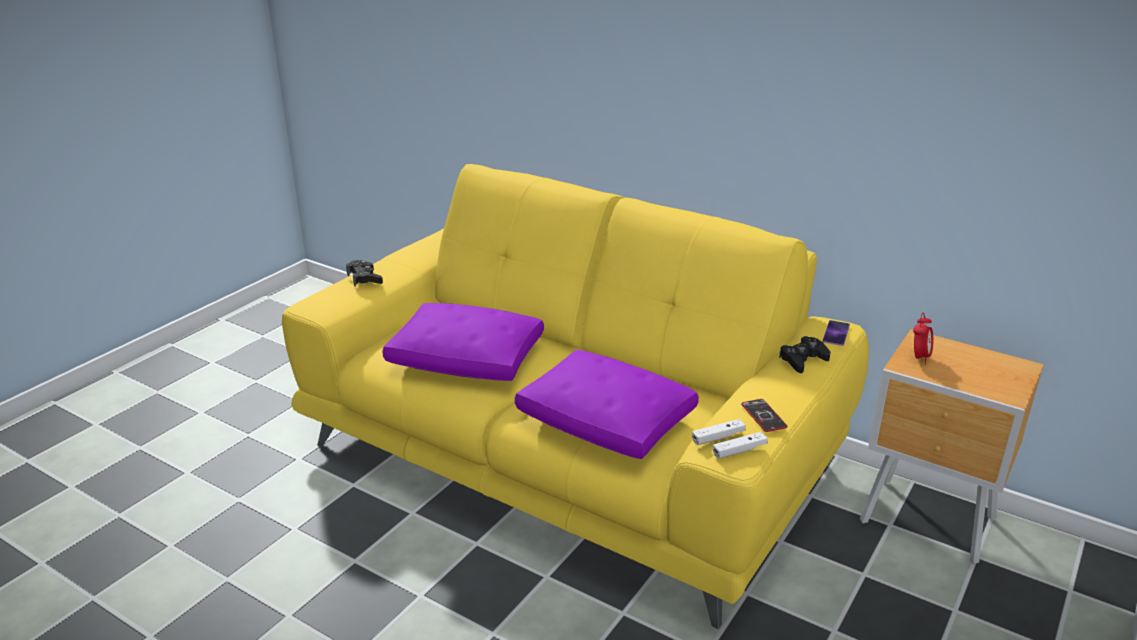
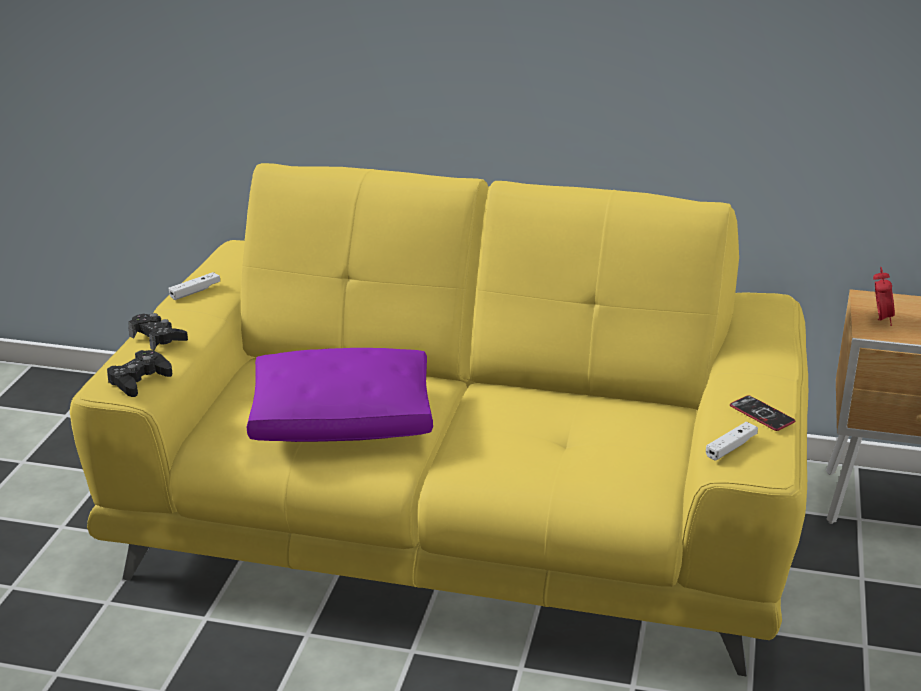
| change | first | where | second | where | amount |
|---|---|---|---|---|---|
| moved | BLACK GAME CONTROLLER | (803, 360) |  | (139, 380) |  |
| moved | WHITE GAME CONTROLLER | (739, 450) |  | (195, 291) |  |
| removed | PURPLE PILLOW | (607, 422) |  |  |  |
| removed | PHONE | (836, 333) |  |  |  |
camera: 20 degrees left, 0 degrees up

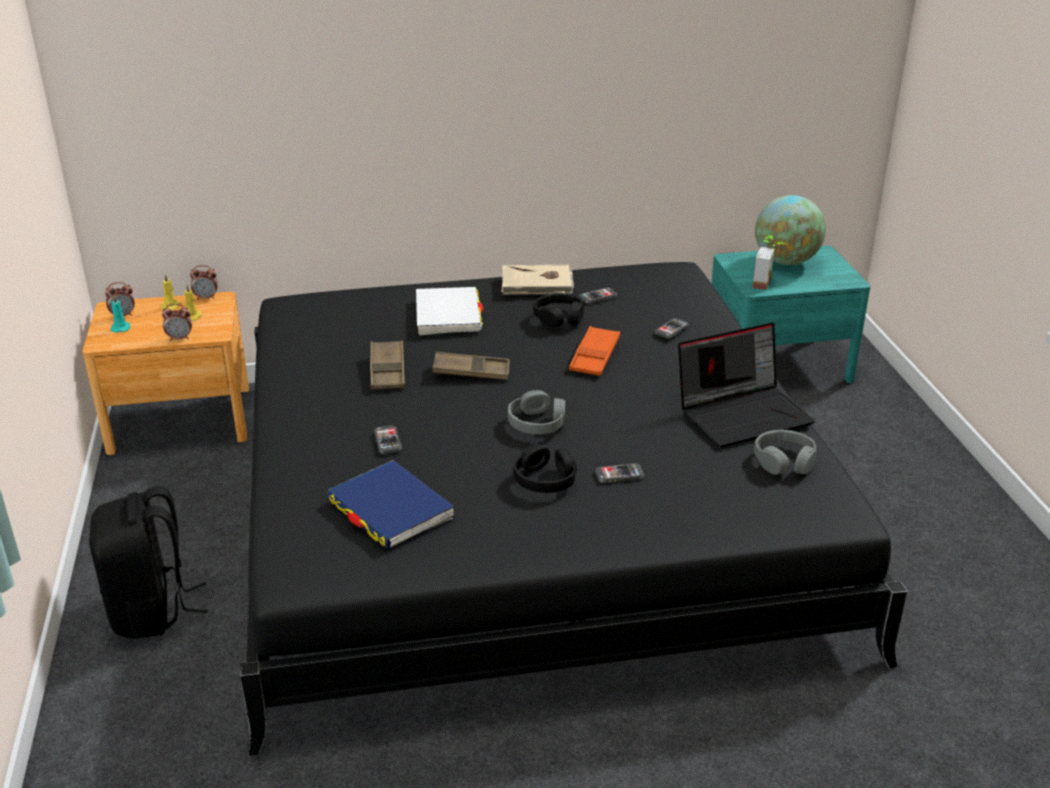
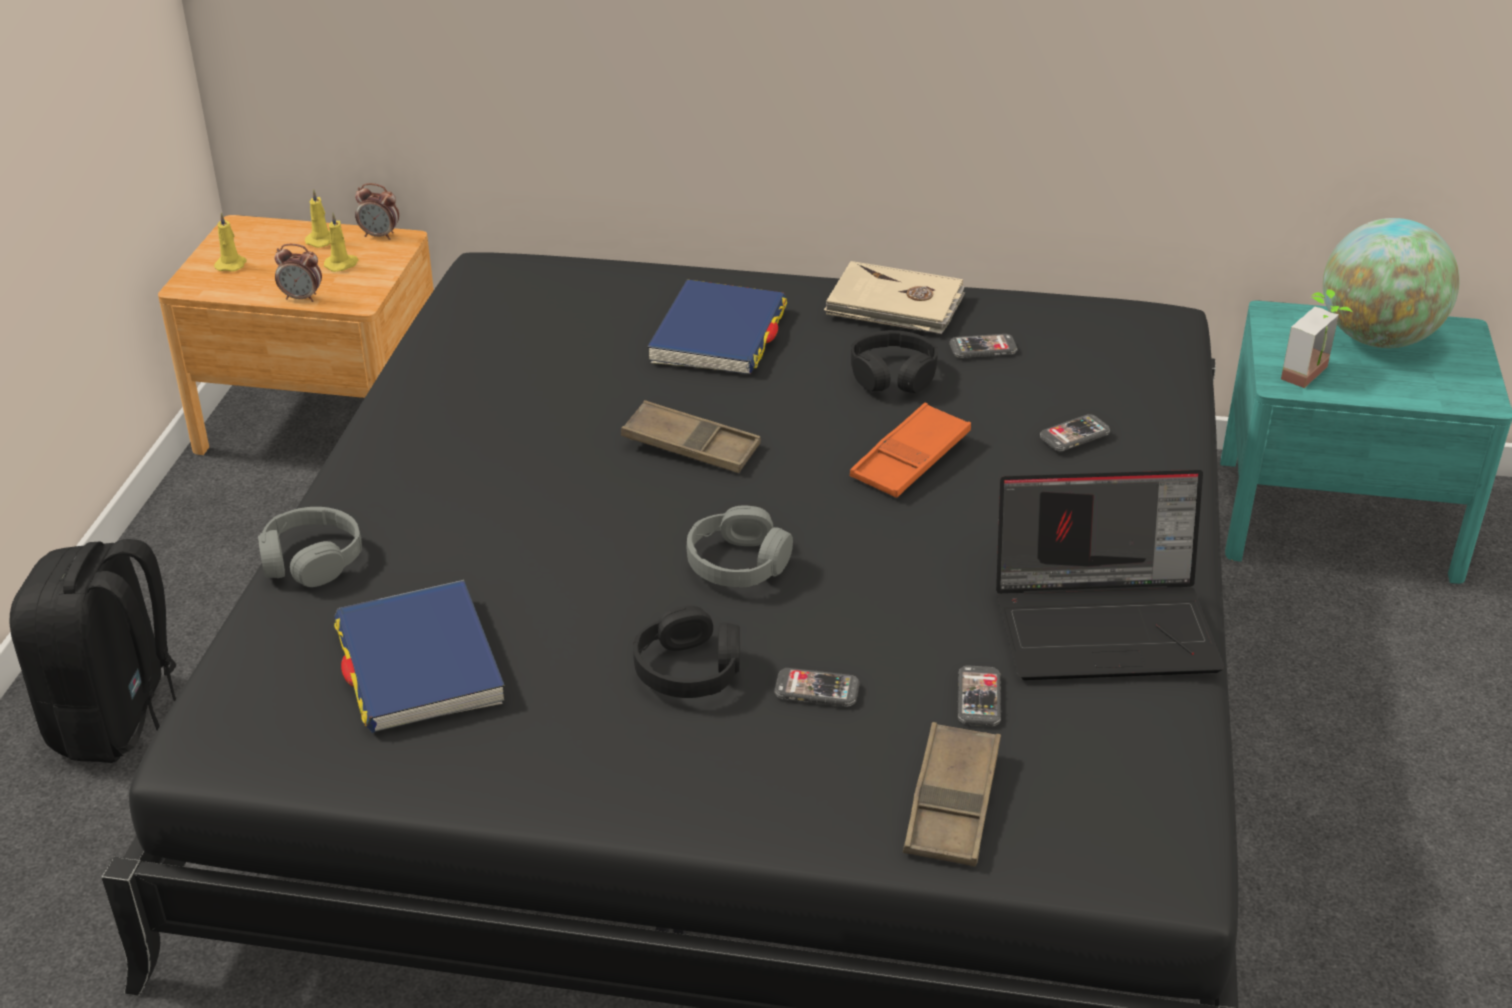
| change | first | where | second | where | amount |
|---|---|---|---|---|---|
| recoloured | TURQUOISE CANDLE | (121, 328) | YELLOW CANDLE | (231, 264) |  |
| moved | GREY HEADPHONES | (784, 461) |  | (311, 560) |  |
| recoloured | WHITE BOOK | (448, 315) | BLUE BOOK | (718, 335) |  |
| moved | BROWN TRAY | (387, 370) |  | (952, 803) |  |
| moved | PHONE | (388, 441) |  | (979, 698) |  |
| removed | ALARM CLOCK | (123, 315) |  |  |  |
camera: 20 degrees right, 5 degrees up

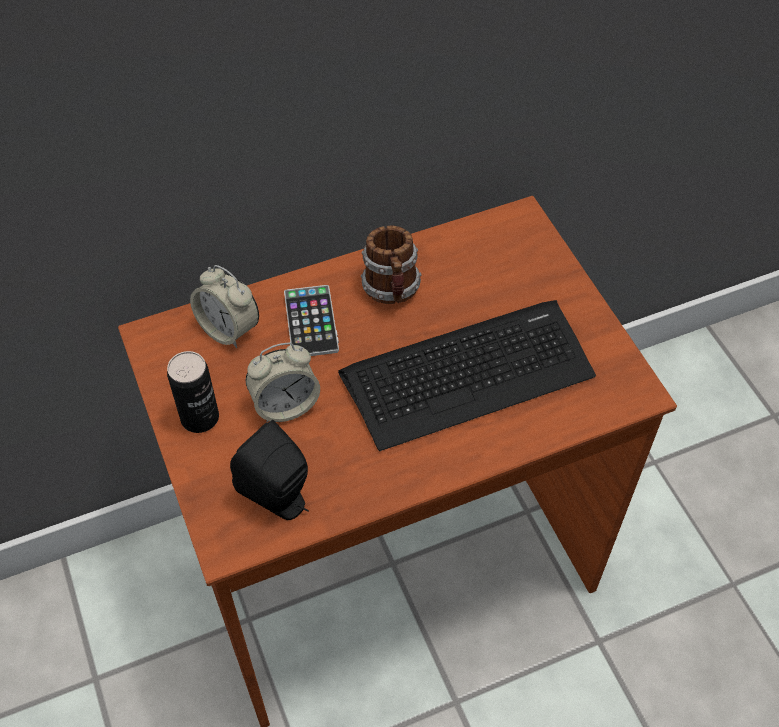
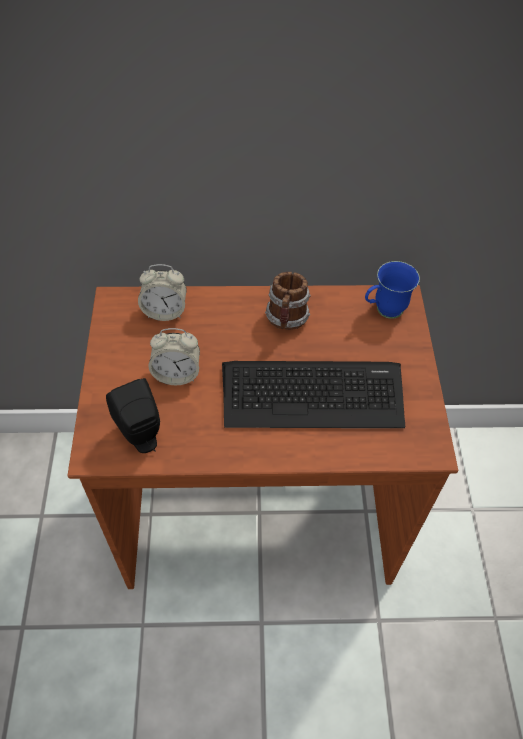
| change | first | where | second | where | amount |
|---|---|---|---|---|---|
| turned | ALARM CLOCK | (229, 329) |  | (165, 311) | 60 degrees counterclockwise |
| added |  |  | BLUE MUG | (383, 311) |  |
| removed | CAN | (200, 417) |  |  |  |
| removed | PHONE | (311, 322) |  |  |  |
camera: 20 degrees right, 0 degrees up

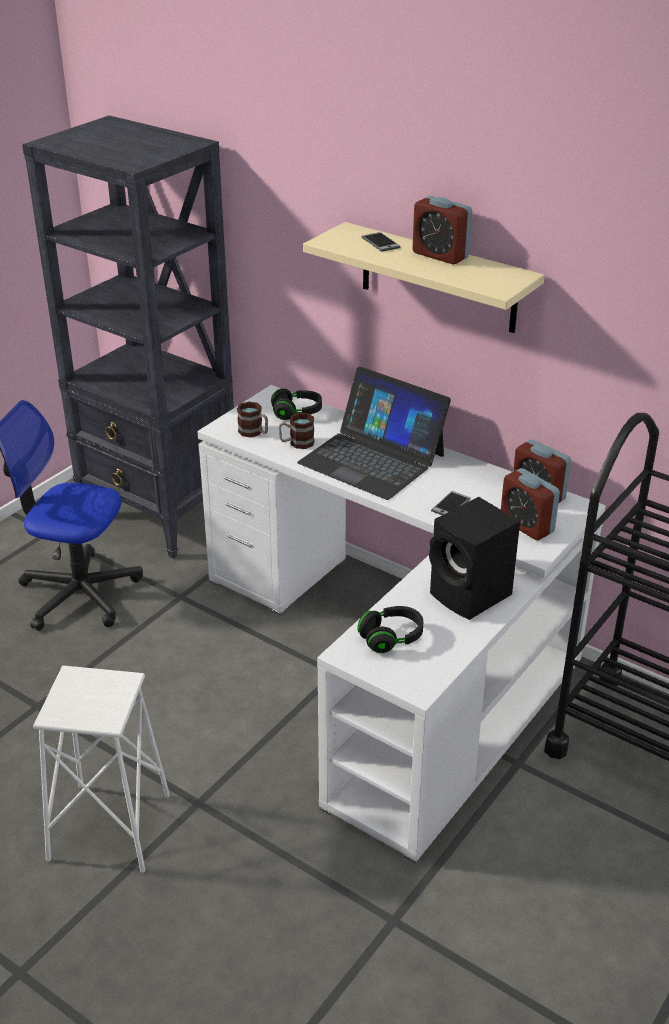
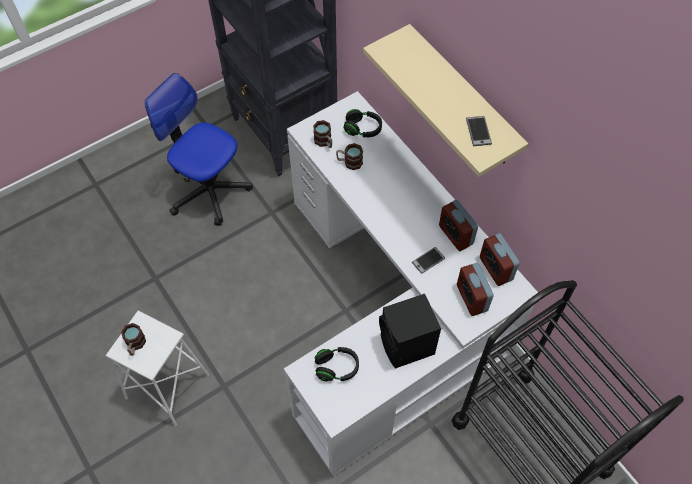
| change | first | where | second | where | amount |
|---|---|---|---|---|---|
| added |  |  | MUG | (135, 345) |  |
| moved | ALARM CLOCK | (440, 255) |  | (455, 235) |  |
| moved | PHONE | (380, 243) |  | (478, 131) |  |
| removed | LAPTOP | (372, 458) |  |  |  |
camera: 20 degrees right, 25 degrees up

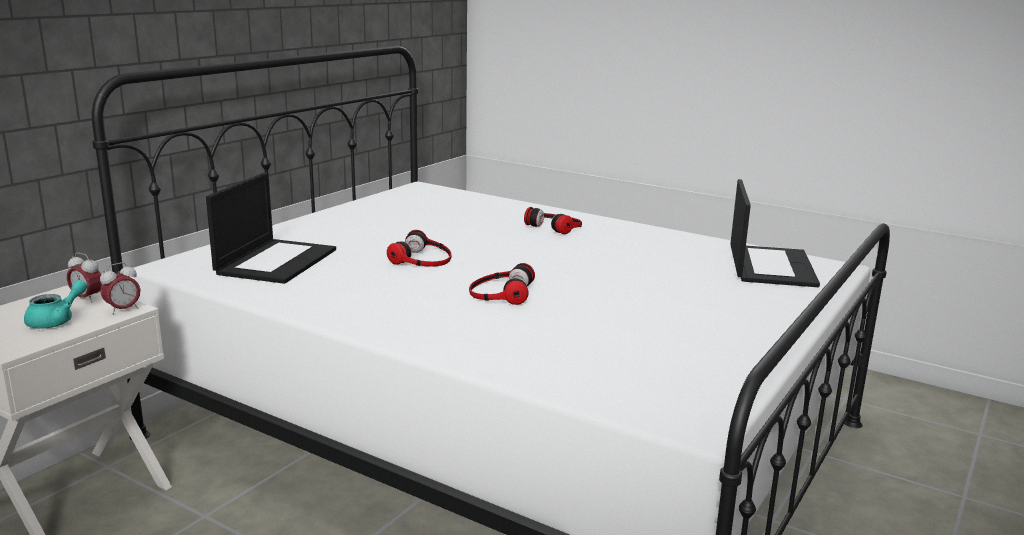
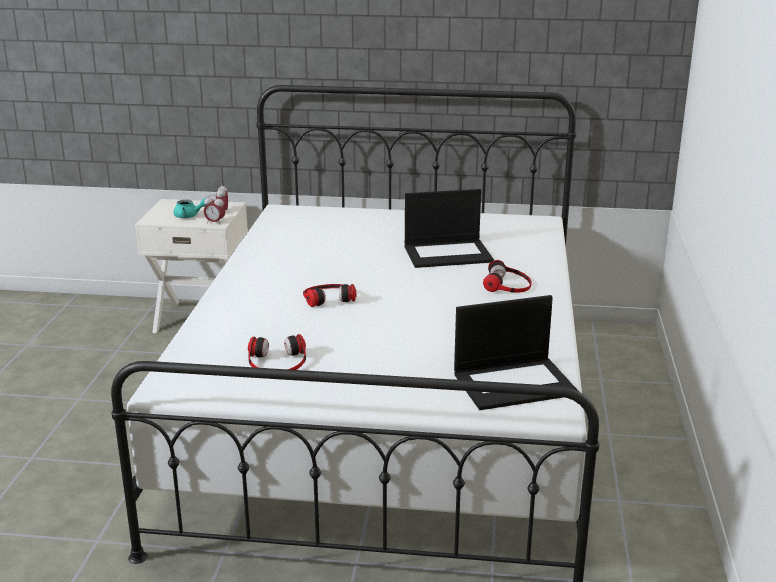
| change | first | where | second | where | amount |
|---|---|---|---|---|---|
| moved | HEADPHONES | (422, 259) |  | (277, 362) |  |
| moved | LAPTOP | (276, 261) |  | (448, 253) |  |
camera: 65 degrees right, 5 degrees up

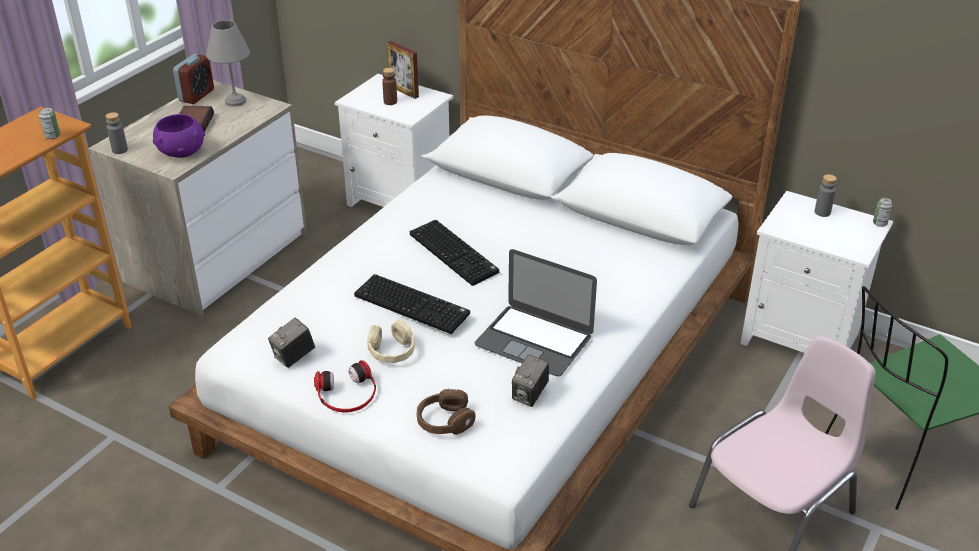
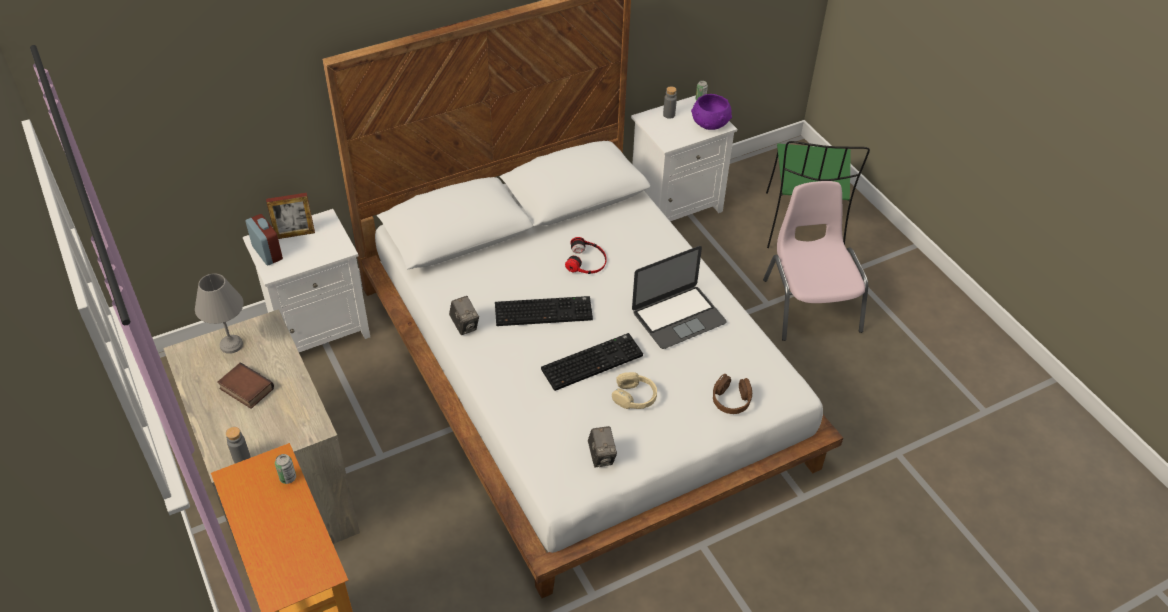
| change | first | where | second | where | amount |
|---|---|---|---|---|---|
| moved | ALARM CLOCK | (196, 95) |  | (267, 253) |  |
| moved | PHOTO CAMERA | (530, 395) |  | (464, 325) |  |
| moved | HEADPHONES | (347, 394) |  | (586, 261) |  |
| moved | PURPLE BOWL | (181, 151) |  | (709, 123) |  |
| removed | BROWN BOTTLE | (390, 102) |  |  |  |
camera: 60 degrees left, 10 degrees up

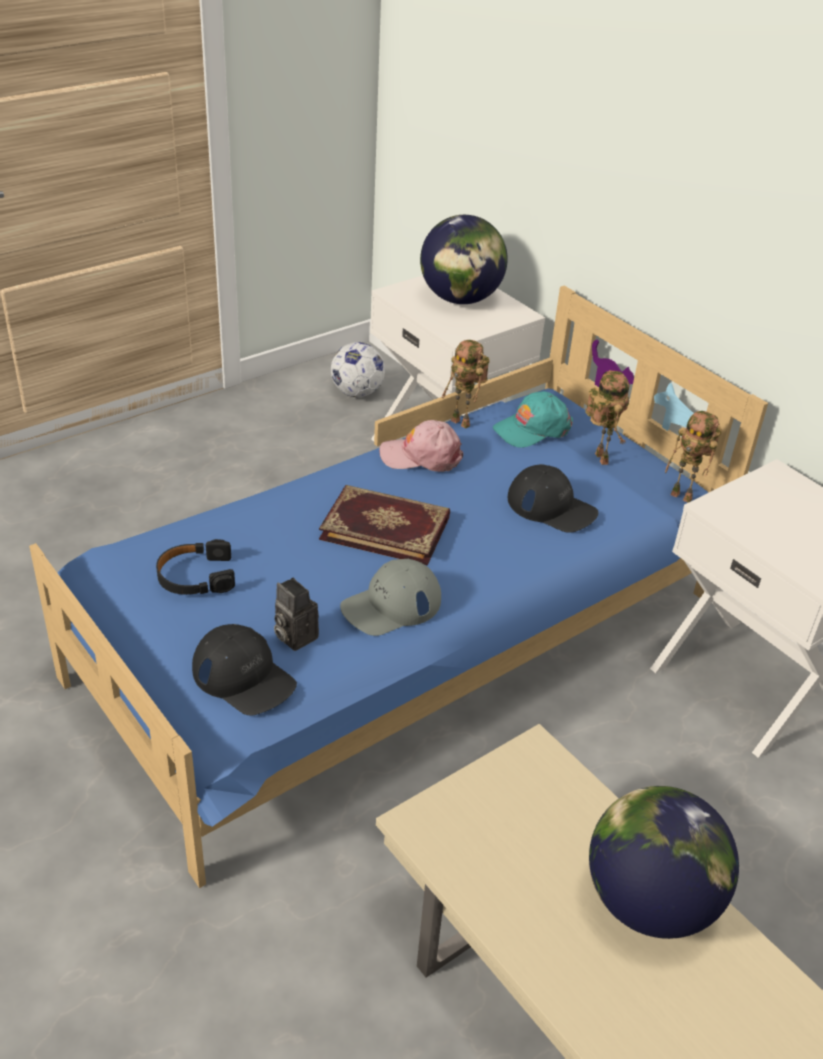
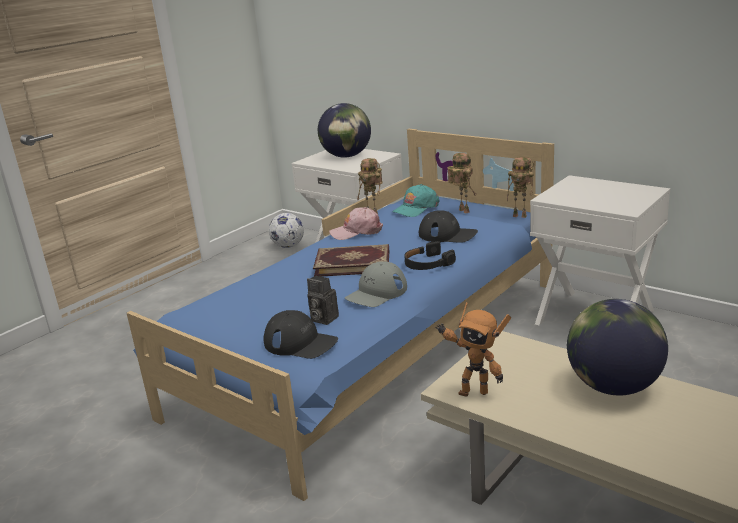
| change | first | where | second | where | amount |
|---|---|---|---|---|---|
| moved | BLACK HEADPHONES | (195, 577) |  | (427, 264) |  |
| added |  |  | TOY ROBOT | (473, 391) |  |
camera: 10 degrees left, 15 degrees down

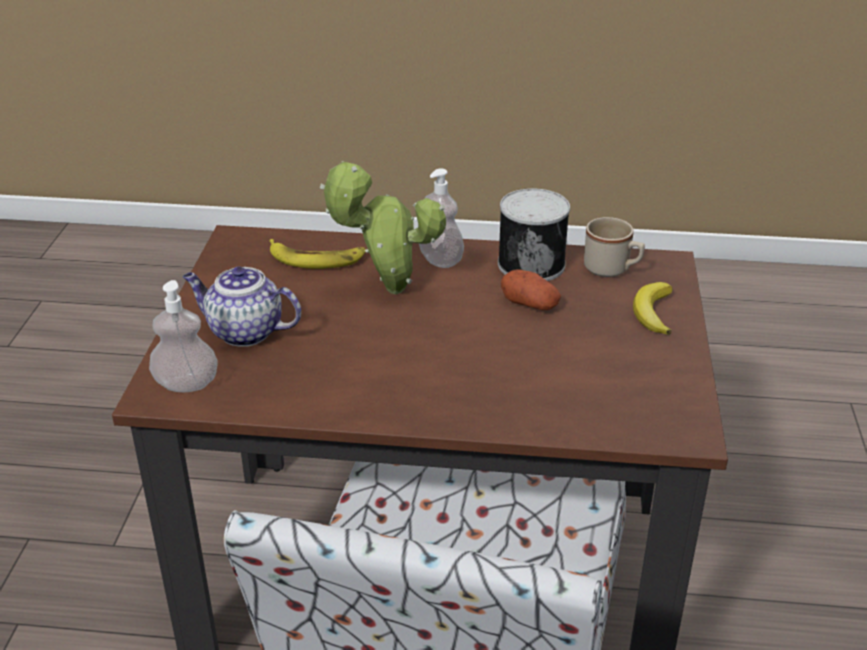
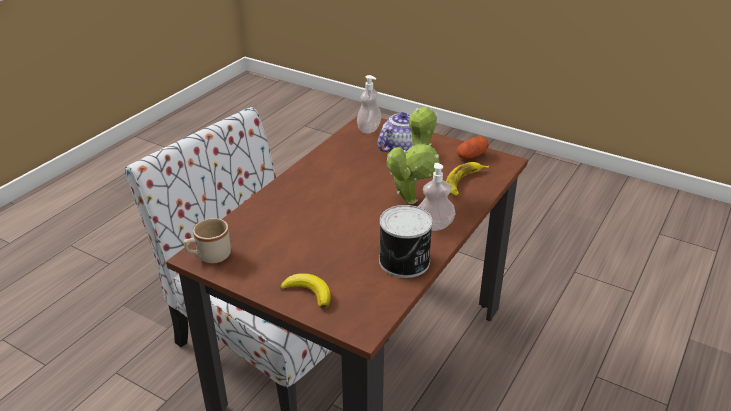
| change | first | where | second | where | amount |
|---|---|---|---|---|---|
| moved | BEIGE MUG | (612, 270) |  | (209, 256) |  |
| moved | POTATO | (530, 304) |  | (471, 156) |  |
camera: 115 degrees right, 0 degrees up

